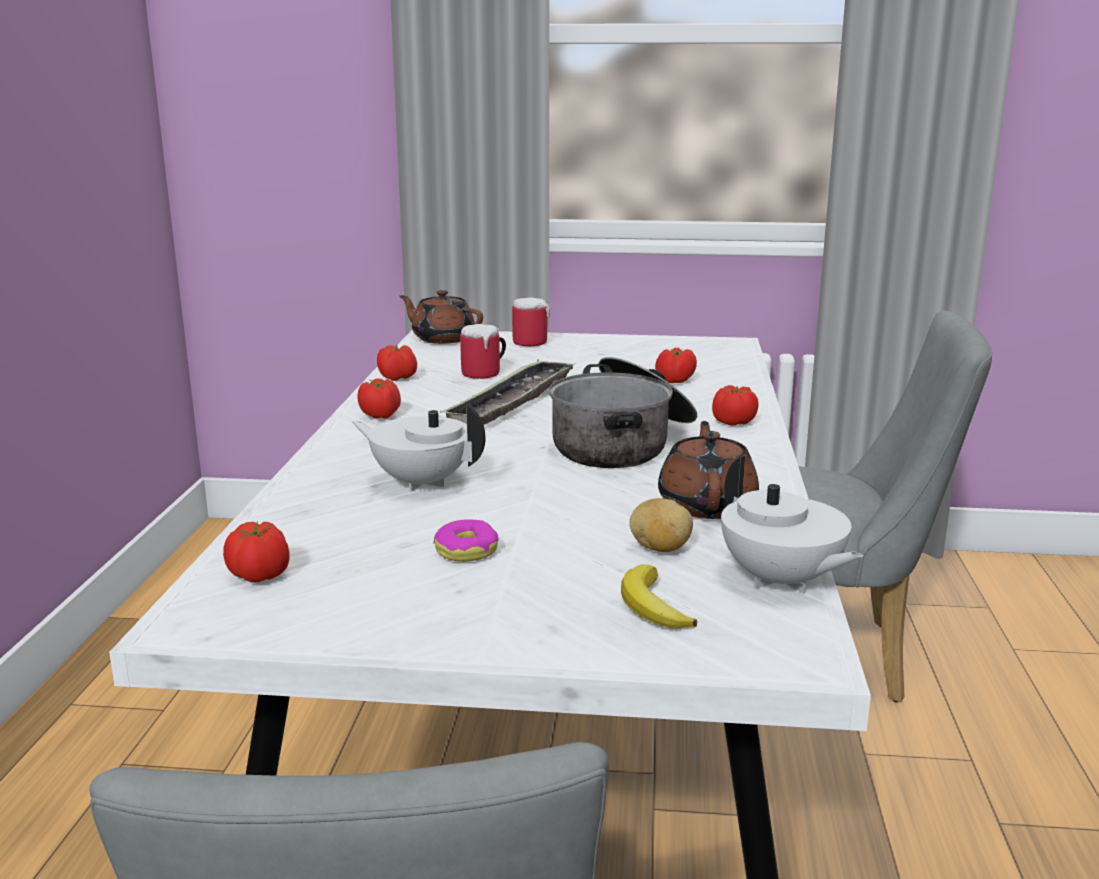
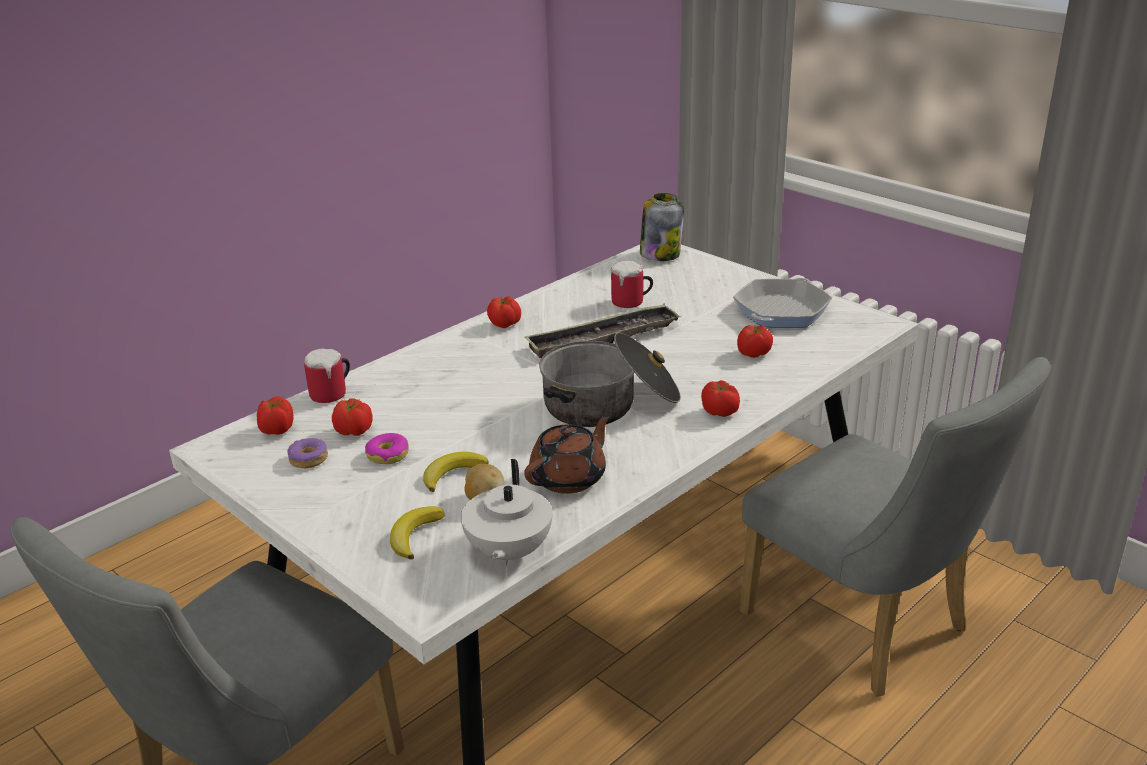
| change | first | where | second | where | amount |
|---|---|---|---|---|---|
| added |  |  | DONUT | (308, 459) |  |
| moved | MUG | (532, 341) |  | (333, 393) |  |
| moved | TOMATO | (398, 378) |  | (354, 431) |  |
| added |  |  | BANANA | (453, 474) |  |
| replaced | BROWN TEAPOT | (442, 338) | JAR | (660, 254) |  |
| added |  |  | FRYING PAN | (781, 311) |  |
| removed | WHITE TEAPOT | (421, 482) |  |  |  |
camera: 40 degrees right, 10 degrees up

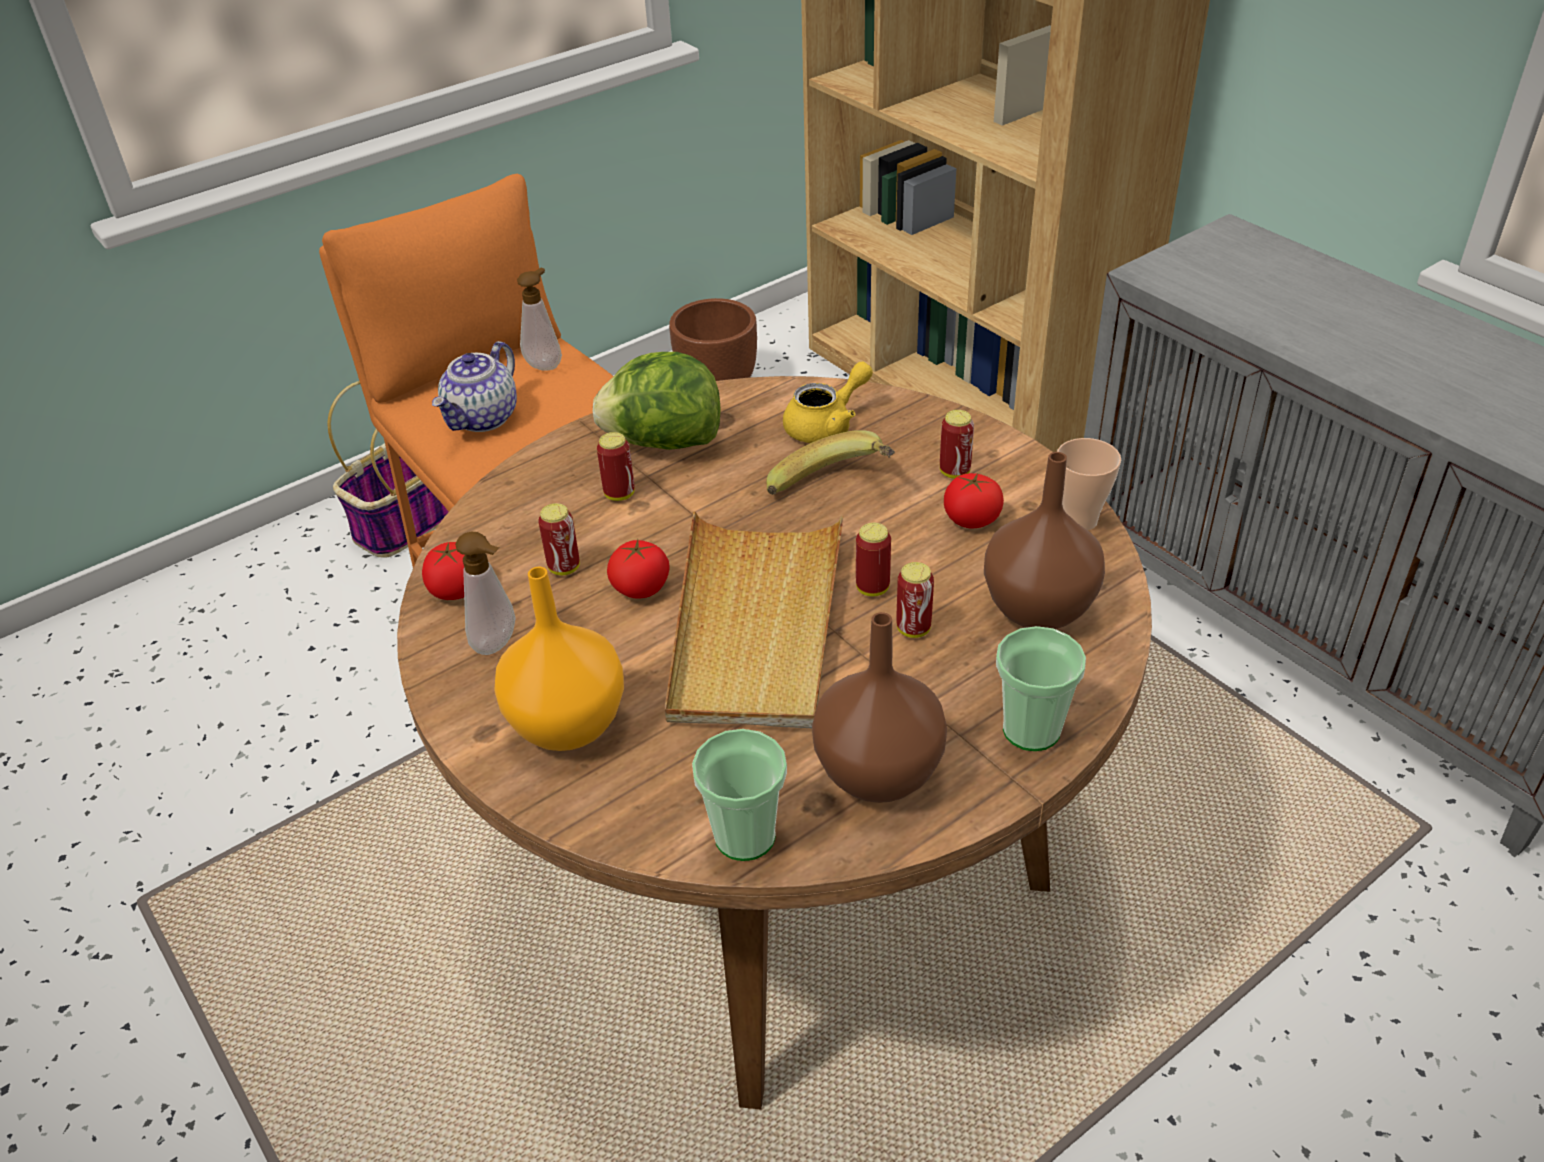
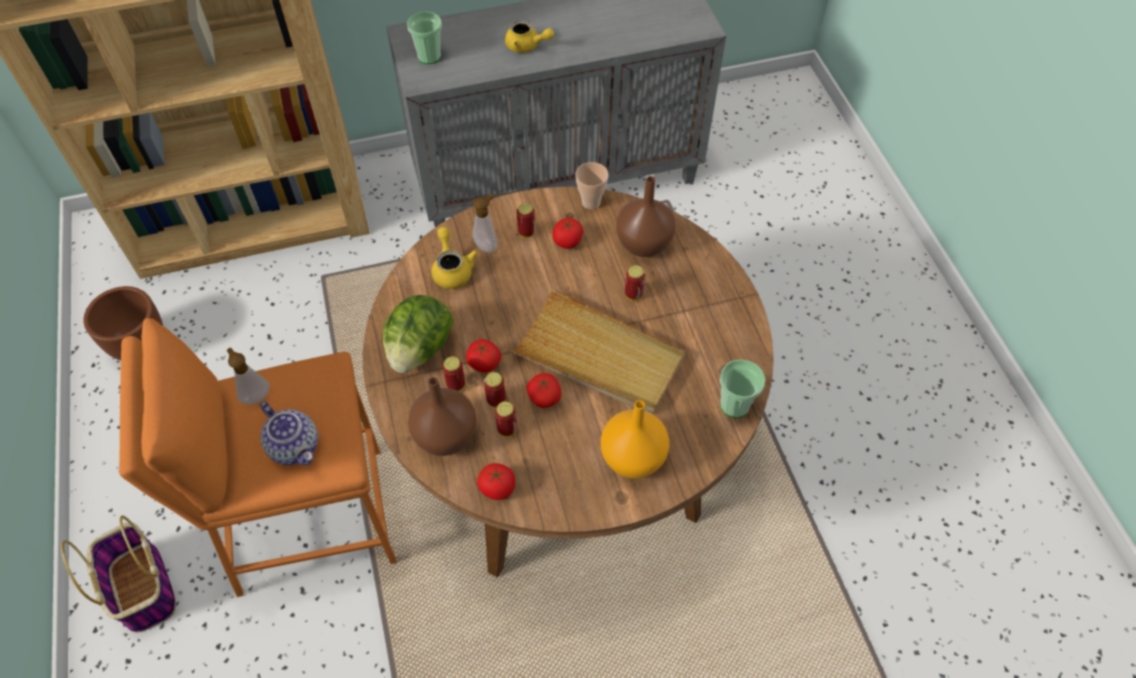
| change | first | where | second | where | amount |
|---|---|---|---|---|---|
| moved | CUP | (1031, 730) |  | (429, 56) |  |
| moved | BROWN VASE | (877, 772) |  | (444, 436) |  |
| added |  |  | TOMATO | (484, 363) |  |
| moved | SOAP DISPENSER | (499, 644) |  | (487, 245) |  |
| moved | CAN | (872, 588) |  | (496, 400) |  |
| added |  |  | YELLOW TEAPOT | (526, 46) |  |
| removed | BANANA | (834, 490) |  |  |  |
camera: 70 degrees left, 15 degrees up

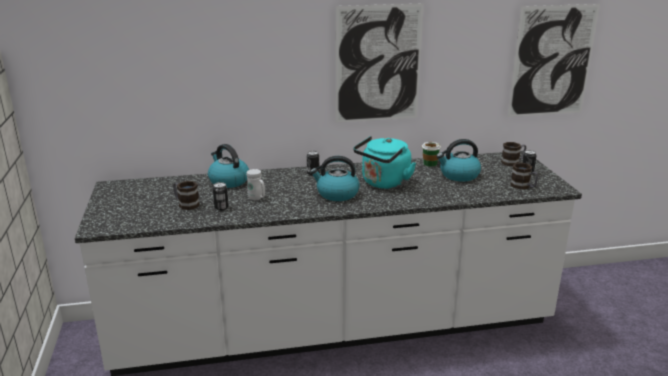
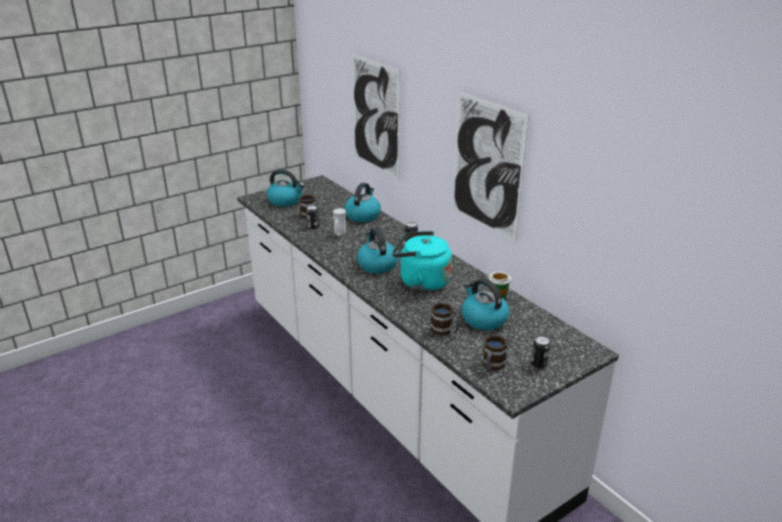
| change | first | where | second | where | amount |
|---|---|---|---|---|---|
| added |  |  | KETTLE | (285, 200) |  |
| moved | PICTURE | (552, 61) |  | (375, 116) |  |
| moved | MUG | (513, 162) |  | (445, 331) |  |
camera: 65 degrees right, 5 degrees up

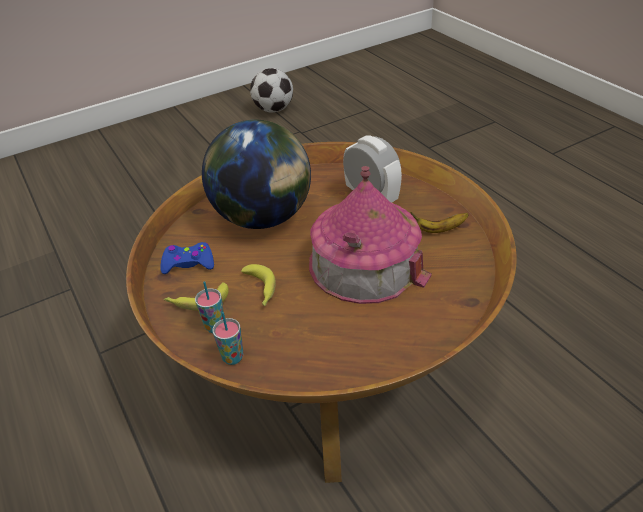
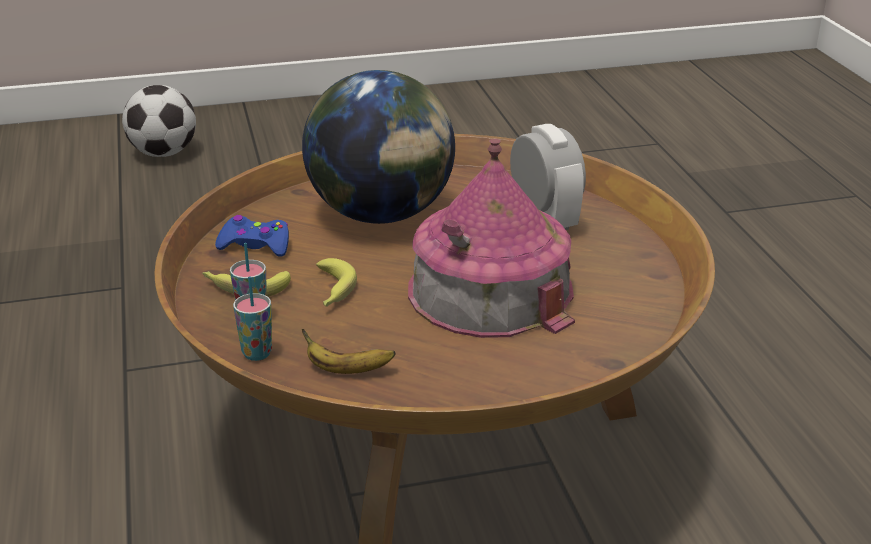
| change | first | where | second | where | amount |
|---|---|---|---|---|---|
| moved | FOOTBALL | (274, 110) |  | (164, 153) |  |
| moved | BANANA | (440, 229) |  | (347, 370) |  |
camera: 15 degrees right, 10 degrees down

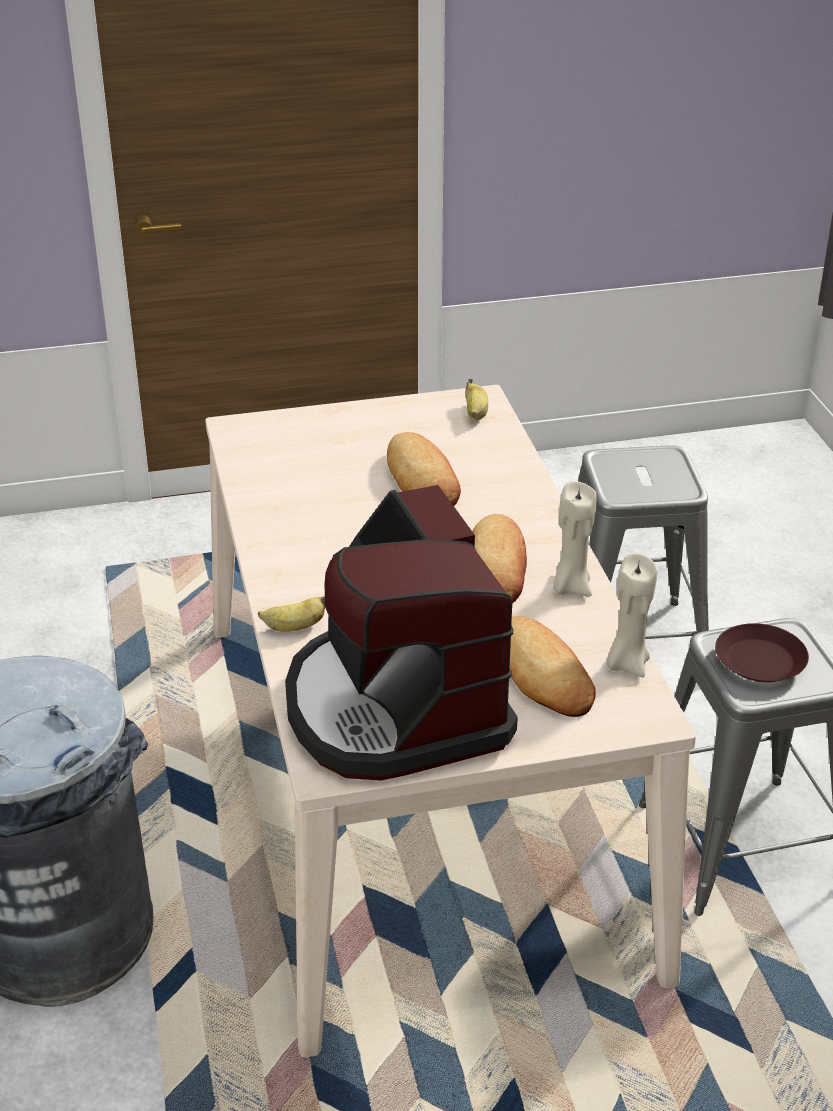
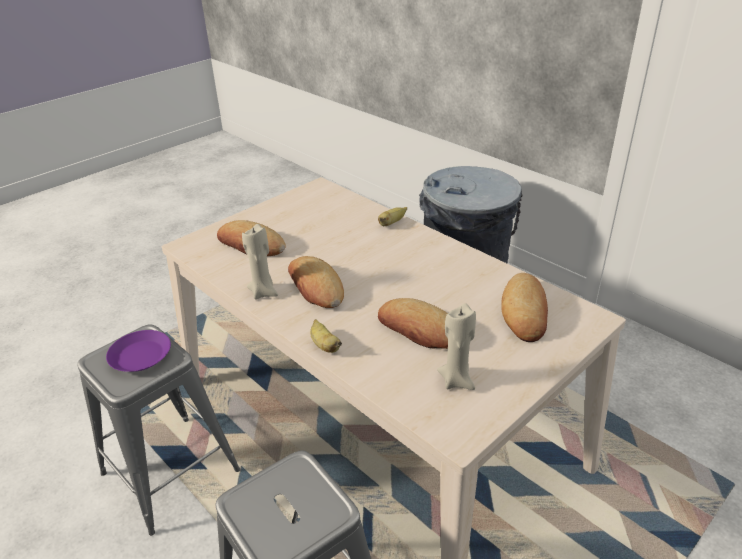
| change | first | where | second | where | amount |
|---|---|---|---|---|---|
| recoloured | BROWN PLATE | (759, 661) | PURPLE PLATE | (141, 356) |  |
| moved | BANANA | (476, 413) |  | (324, 345) |  |
| moved | BEIGE CANDLE | (626, 664) |  | (457, 380) |  |
| added |  |  | BREAD | (525, 312) |  |
| removed | COFFEE MACHINE | (395, 707) |  |  |  |
camera: 150 degrees right, 0 degrees up

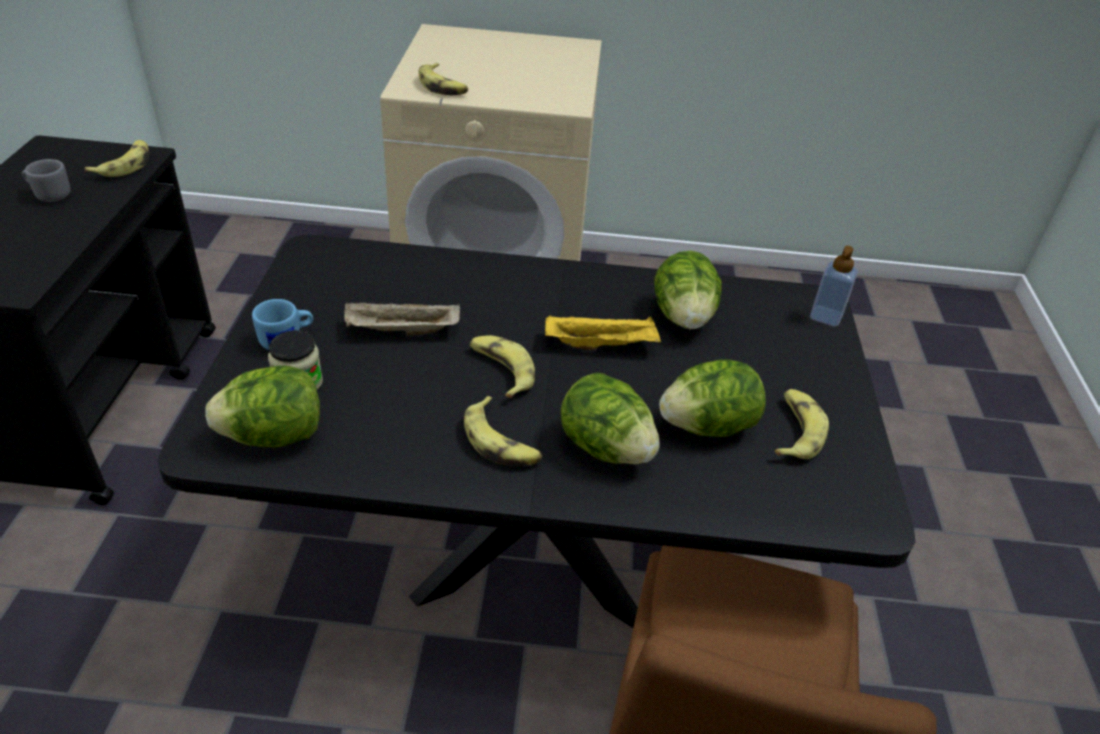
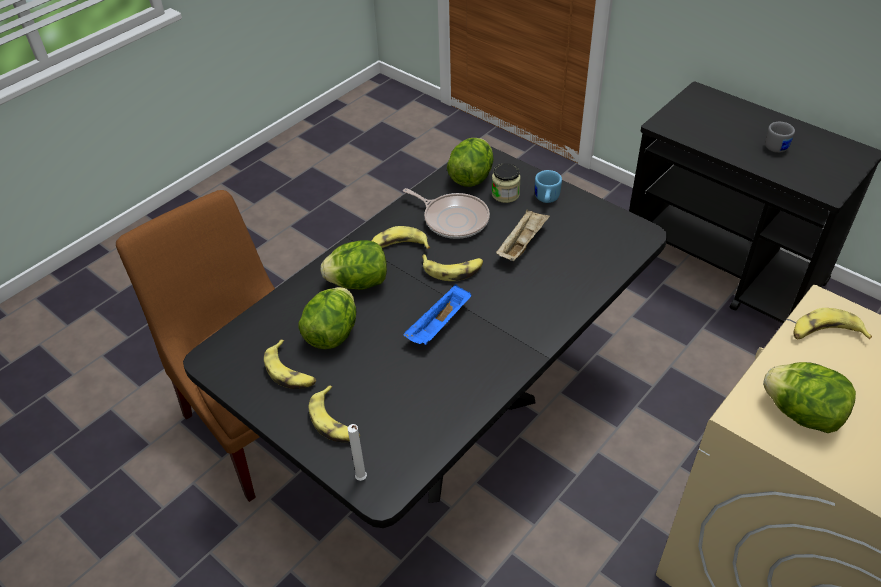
| change | first | where | second | where | amount |
|---|---|---|---|---|---|
| moved | BANANA | (125, 165) |  | (335, 422) |  |
| replaced | SOAP DISPENSER | (826, 316) | WHITE CANDLE | (362, 479) |  |
| added |  |  | FRYING PAN | (453, 219) |  |
| recoloured | YELLOW TRAY | (602, 345) | BLUE TRAY | (439, 326) |  |
| moved | LETTUCE | (683, 317) |  | (802, 414) |  |
camera: 130 degrees right, 5 degrees up

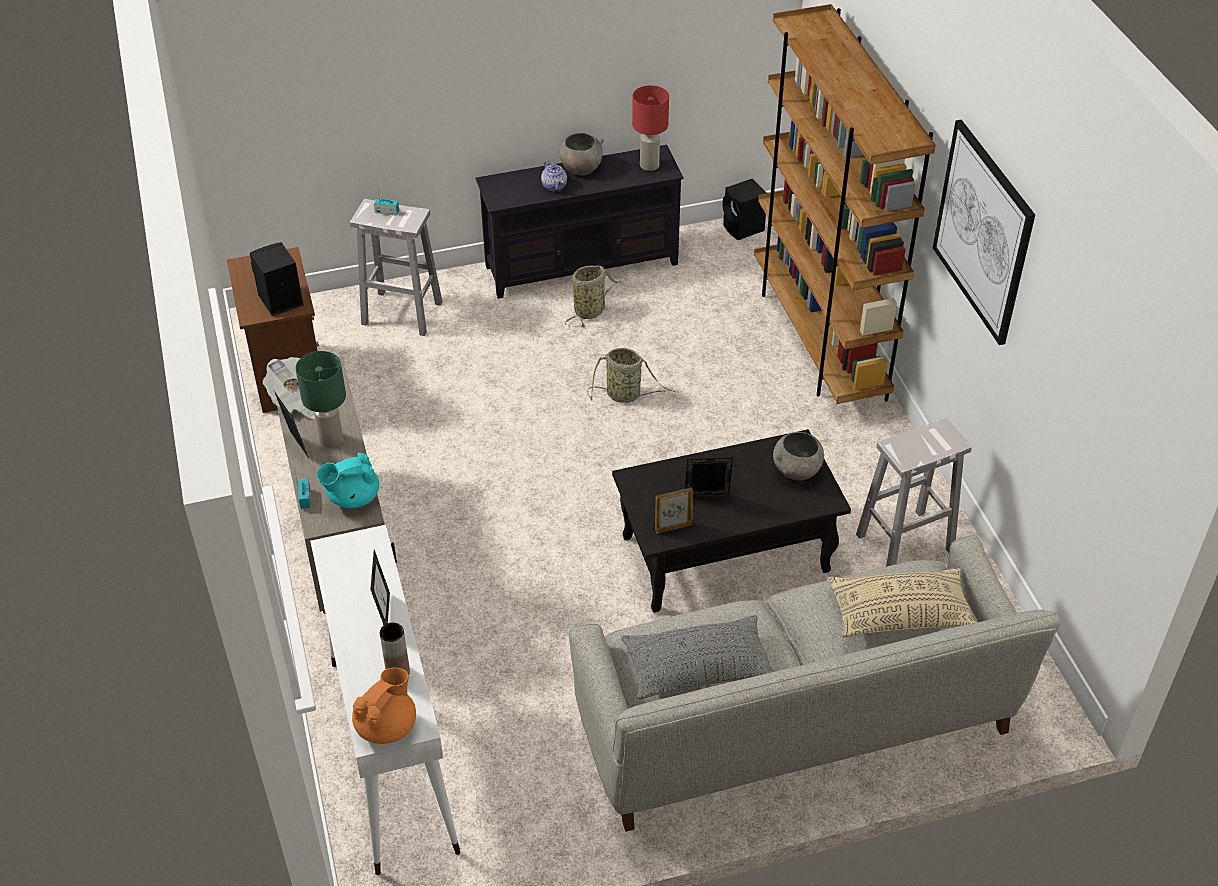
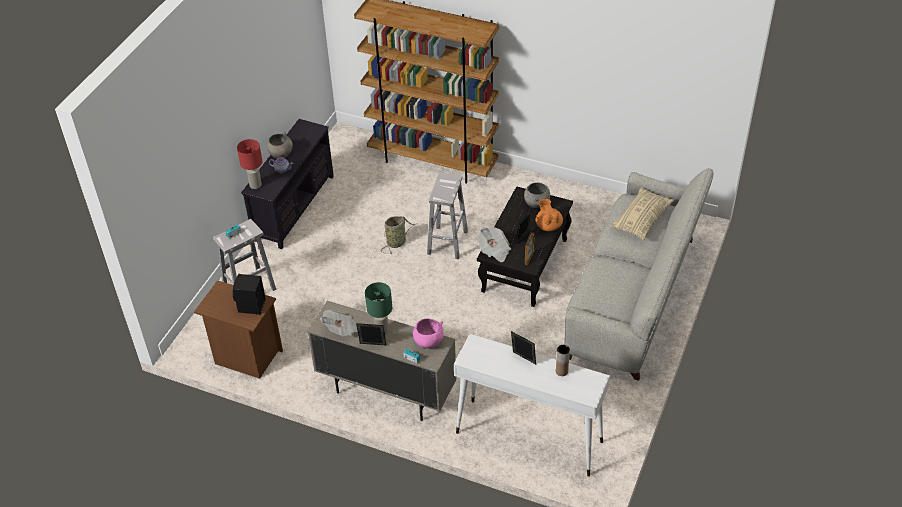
| change | first | where | second | where | amount |
|---|---|---|---|---|---|
| moved | RED TABLE LAMP | (650, 165) |  | (255, 185) |  |
| replaced | TURQUOISE TEAPOT | (352, 498) | PINK BOWL | (428, 342) |  |
| moved | WHITE STOOL | (903, 543) |  | (447, 243) |  |
| added |  |  | NEWSPAPER | (494, 251) |  |
| moved | ORANGE TEAPOT | (387, 726) |  | (548, 225) |  |
| removed | BASKET | (591, 310) |  |  |  |
| removed | GREY PILLOW | (697, 667) |  |  |  |
| removed | BLACK SPEAKER | (744, 229) |  |  |  |
| removed | PICTURE | (983, 232) |  |  |  |
camera: 50 degrees left, 0 degrees up

